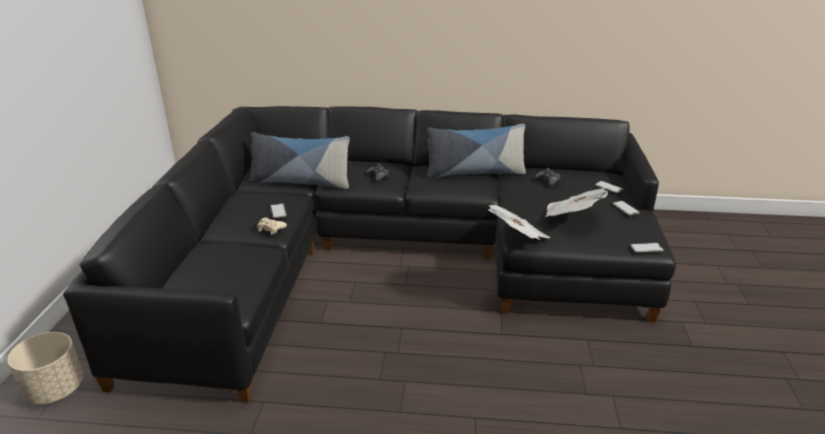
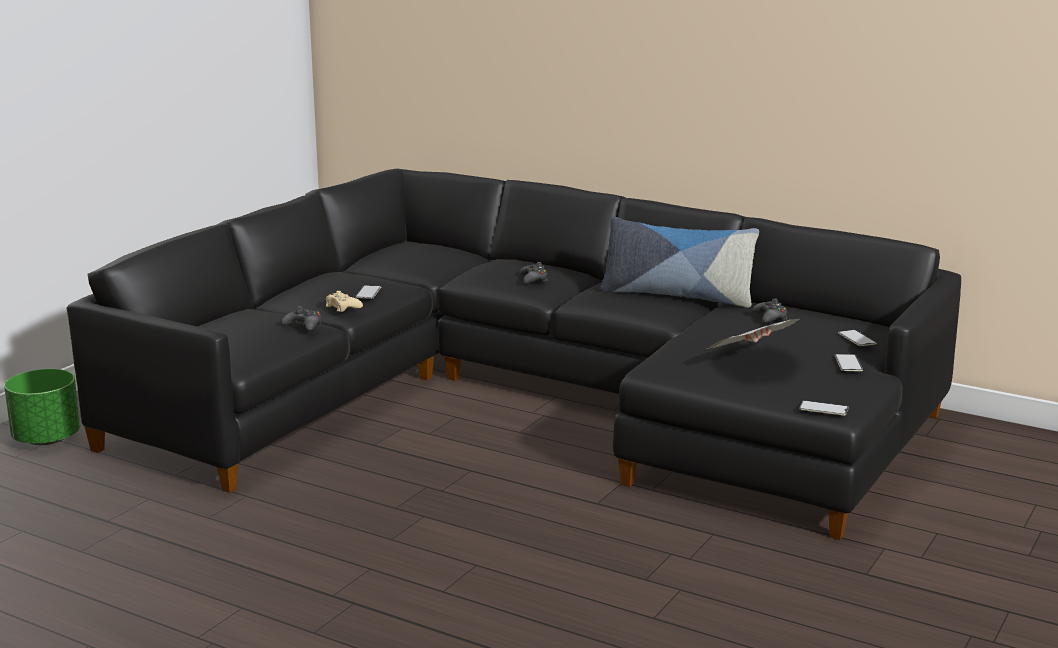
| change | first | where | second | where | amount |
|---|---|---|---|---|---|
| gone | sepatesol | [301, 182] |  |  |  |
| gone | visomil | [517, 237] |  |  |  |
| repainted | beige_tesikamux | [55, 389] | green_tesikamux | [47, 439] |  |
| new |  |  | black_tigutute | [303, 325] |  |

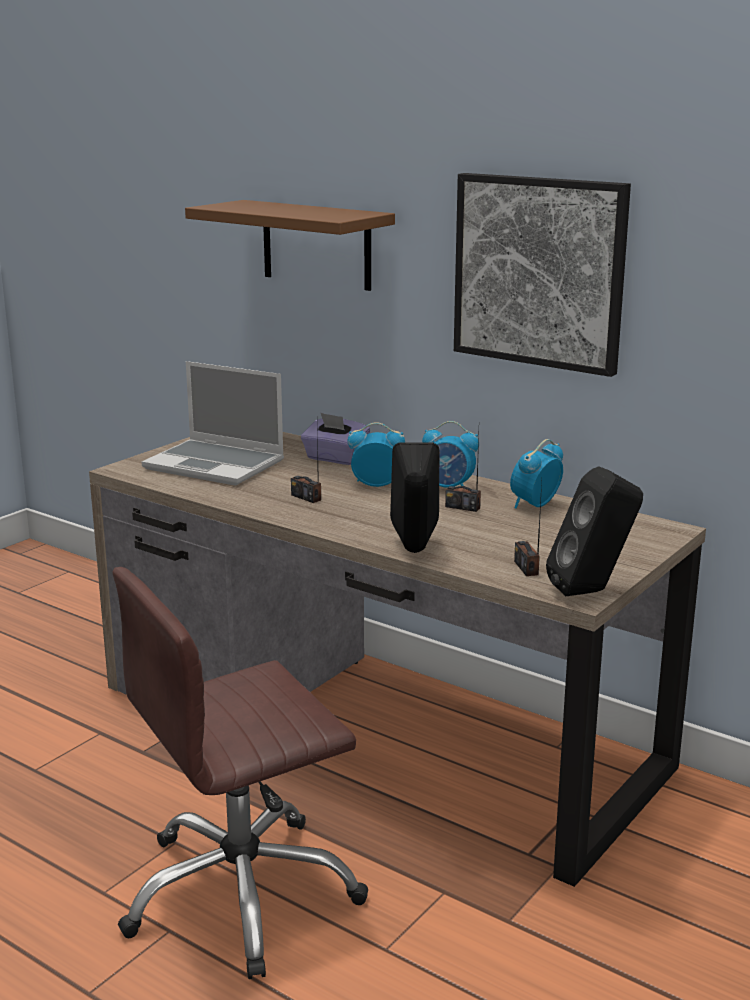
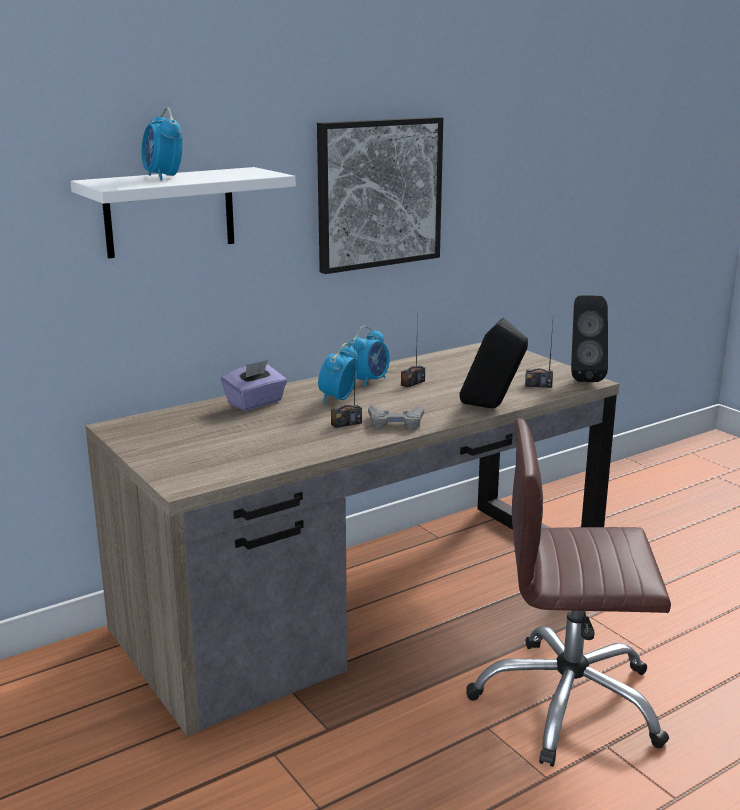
| change | first | where | second | where | amount |
|---|---|---|---|---|---|
| repainted | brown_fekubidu | [316, 245] | white_fekubidu | [170, 212] |  |
| gone | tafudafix | [216, 465] |  |  |  |
| shifted | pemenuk | [534, 505] |  | [163, 177] |  |
| rotated | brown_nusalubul | [242, 893] |  | [568, 702] | 105 degrees clockwise |
| new |  |  | grey_tigutute | [395, 422] |  |

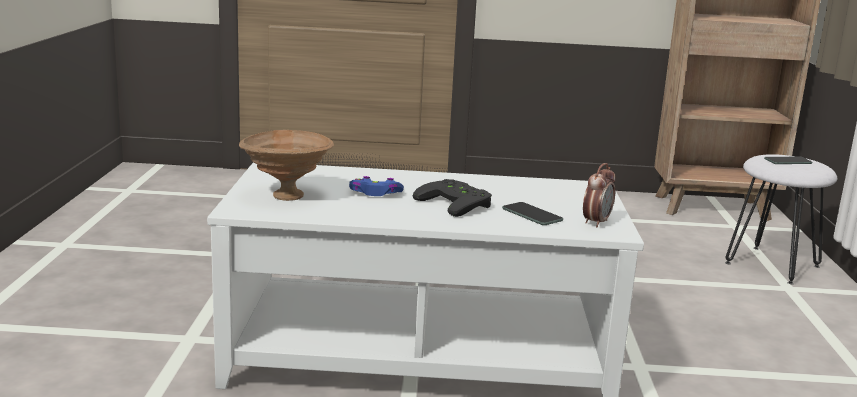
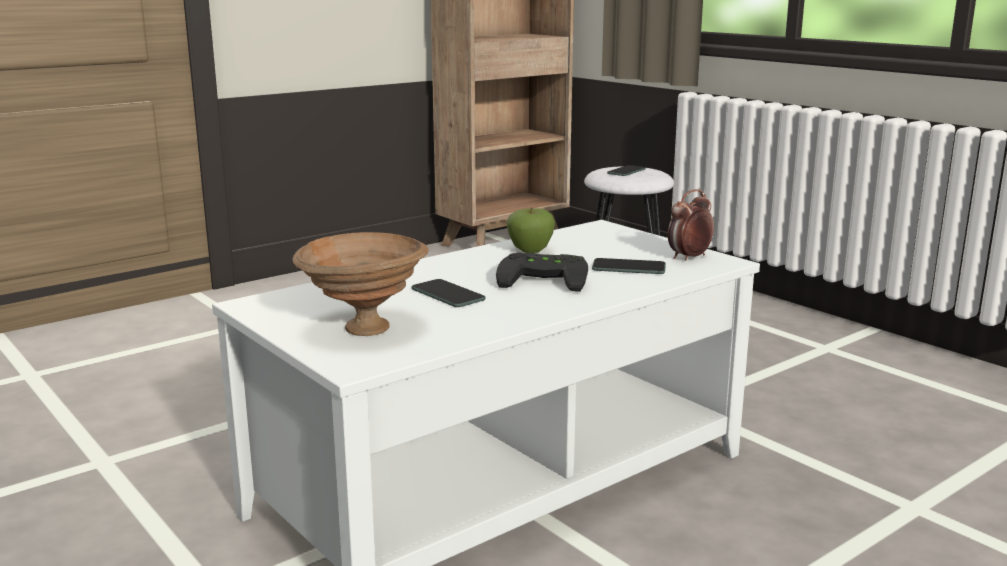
| change | first | where | second | where | amount |
|---|---|---|---|---|---|
| rotated | pemenuk | [596, 222] |  | [689, 257] | 120 degrees counterclockwise |
| swapped | blue_tigutute | [375, 193] | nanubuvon | [447, 294] |  |
| new |  |  | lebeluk | [530, 251] |  |

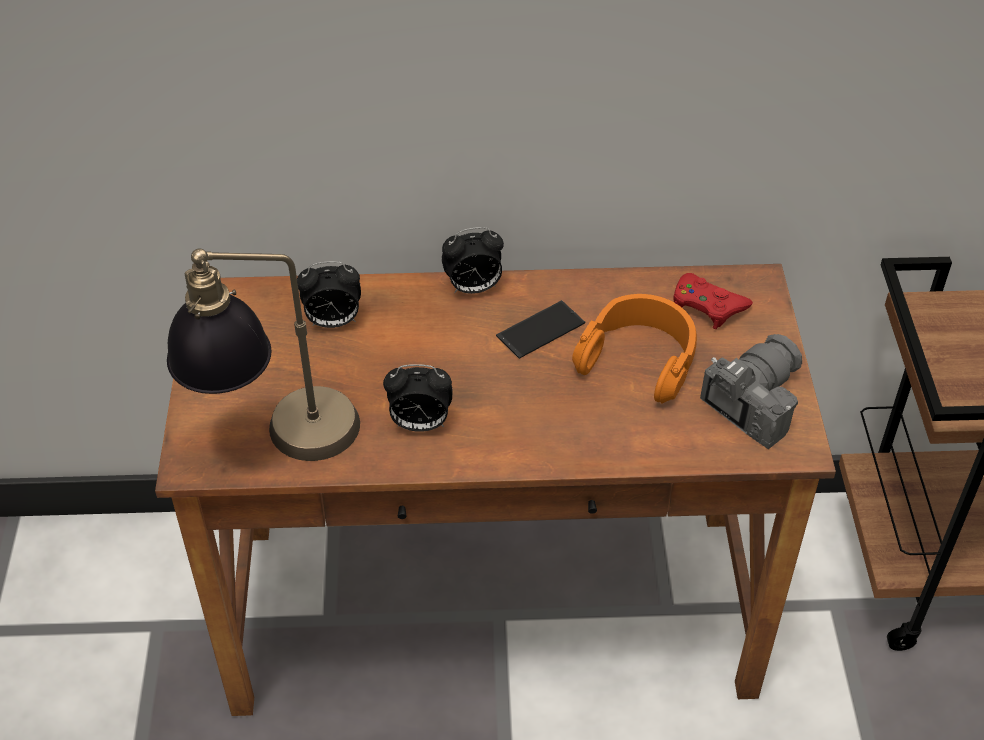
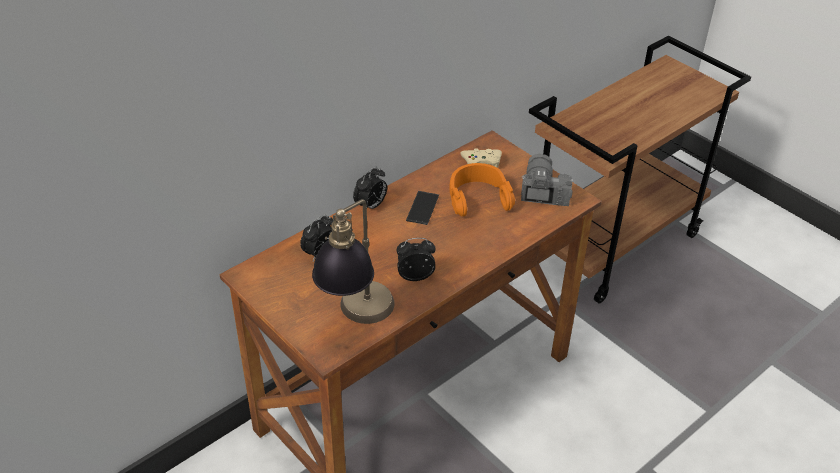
| change | first | where | second | where | amount |
|---|---|---|---|---|---|
| repainted | red_tigutute | [707, 305] | beige_tigutute | [481, 162] |  |
| rotated | pemenuk | [419, 424] |  | [415, 276] | 150 degrees counterclockwise |

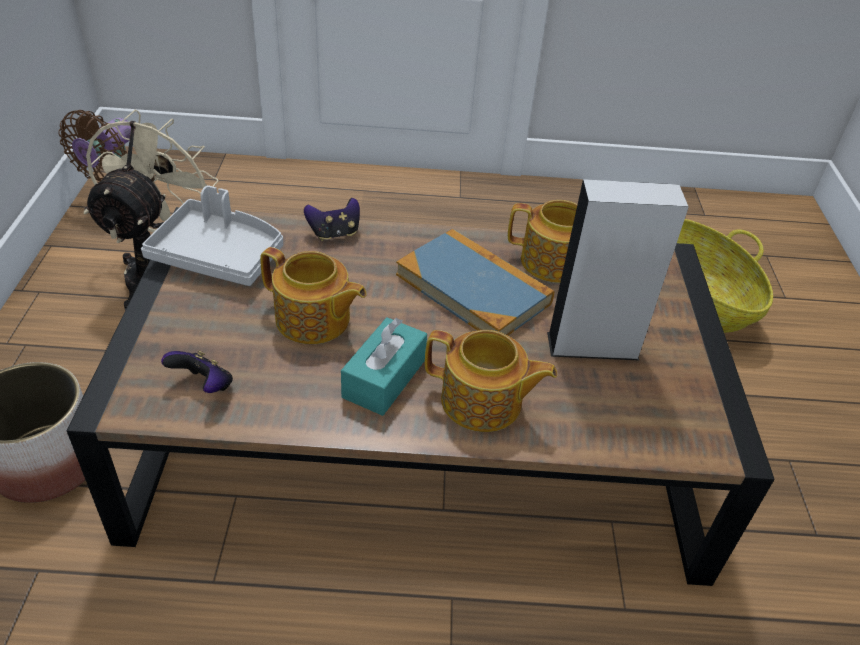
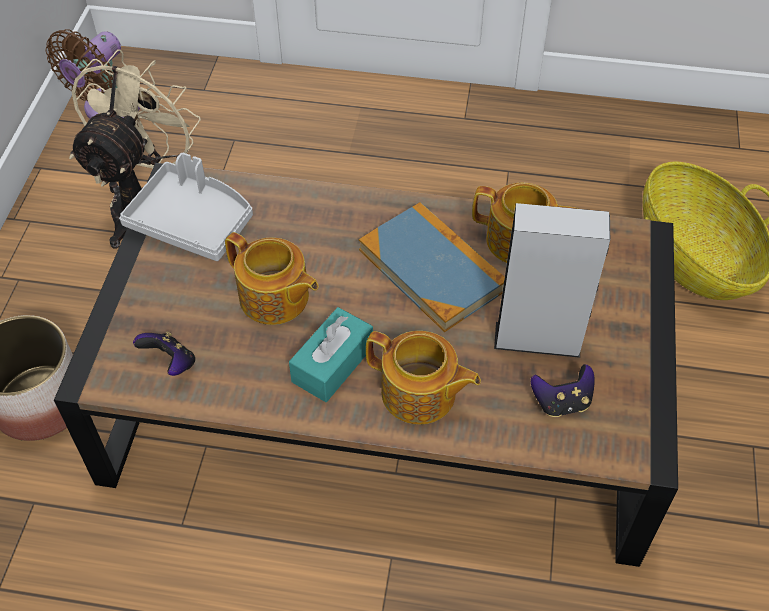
| change | first | where | second | where | amount |
|---|---|---|---|---|---|
| shifted | tigutute | [334, 233] |  | [561, 402] |  |

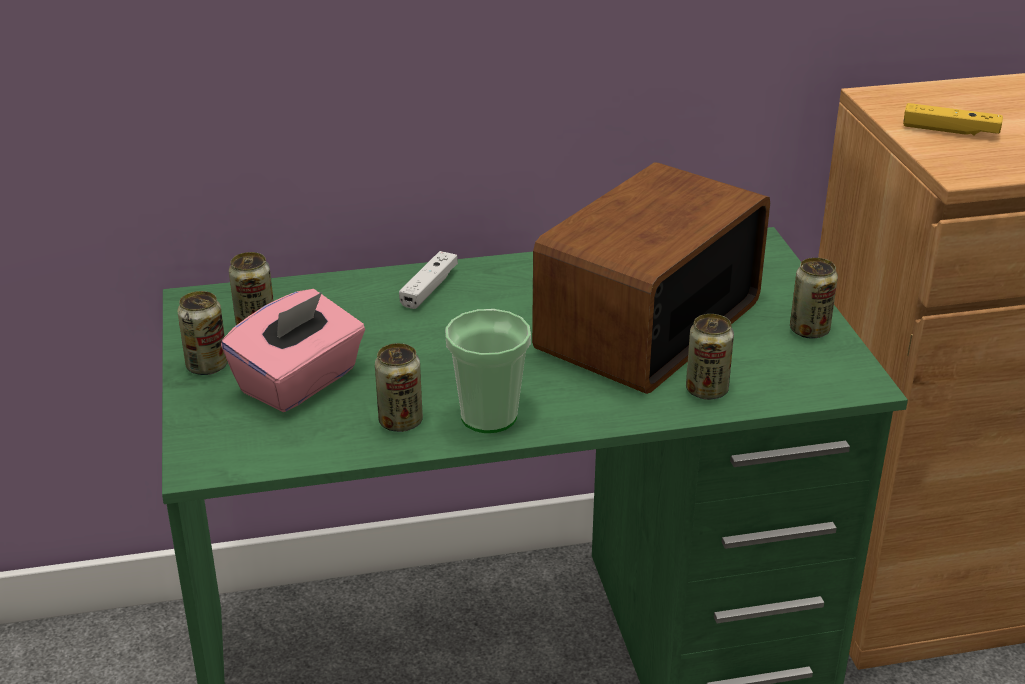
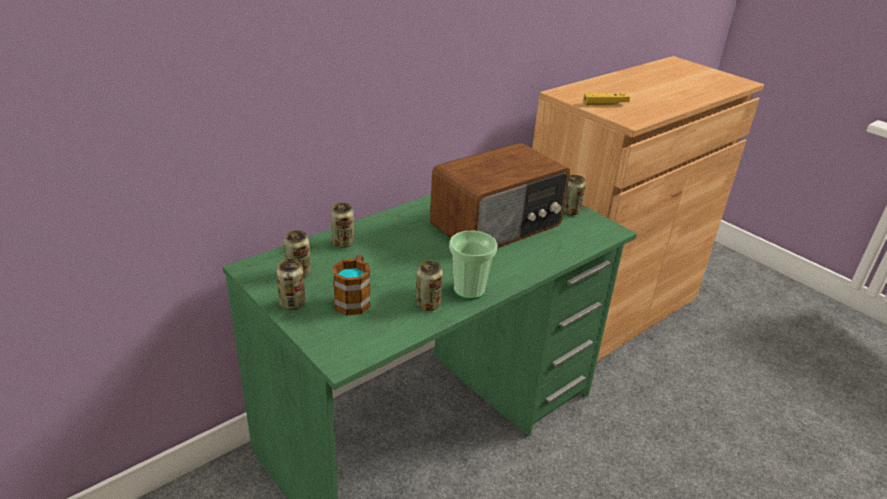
| change | first | where | second | where | amount |
|---|---|---|---|---|---|
| rotated | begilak | [644, 324] |  | [498, 225] | 135 degrees counterclockwise |
| gone | white_tigutute | [429, 288] |  |  |  |
| swapped | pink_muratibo | [299, 382] | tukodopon | [354, 298] |  |
| shifted | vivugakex | [706, 390] |  | [343, 243] |  |

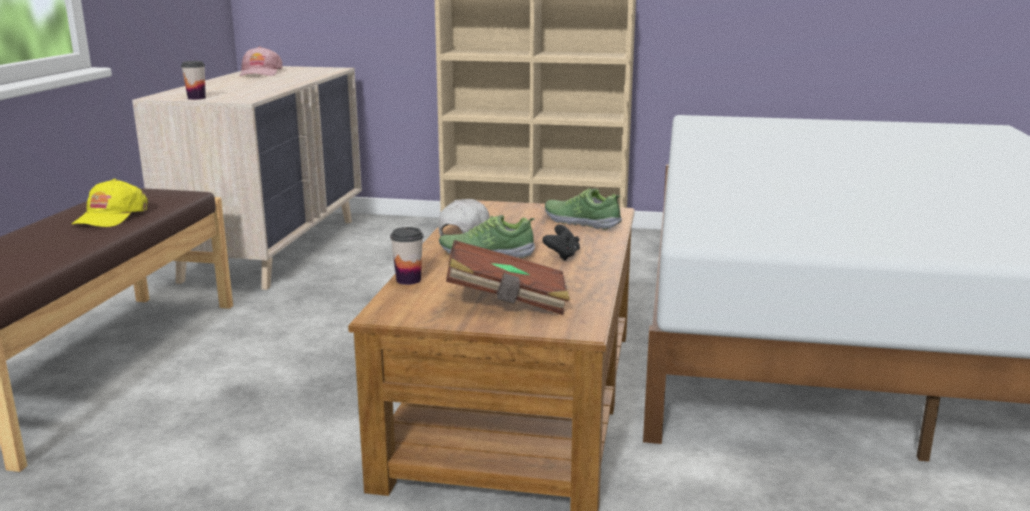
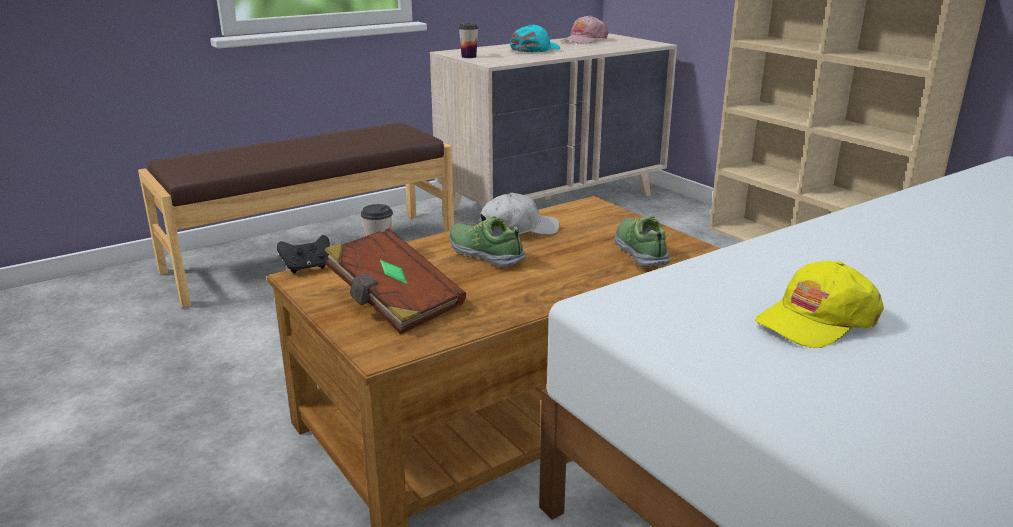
| change | first | where | second | where | amount |
|---|---|---|---|---|---|
| shifted | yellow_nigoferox | [110, 217] |  | [816, 320] |  |
| shifted | black_tigutute | [562, 256] |  | [307, 268] |  |
| new |  |  | turquoise_nigoferox | [535, 49] |  |

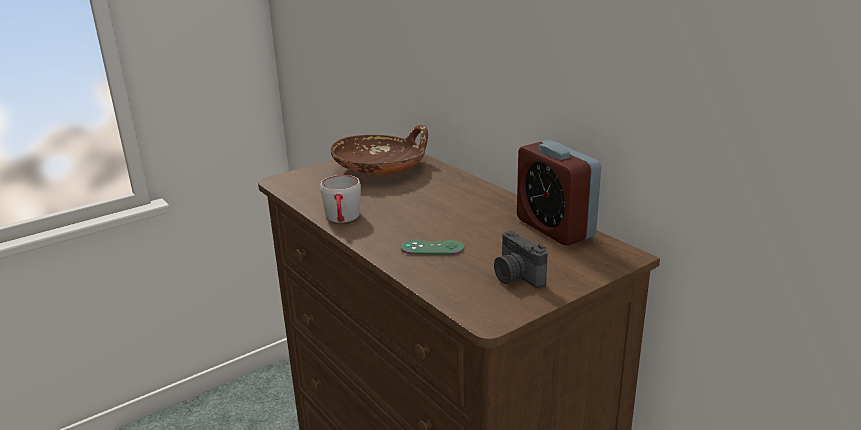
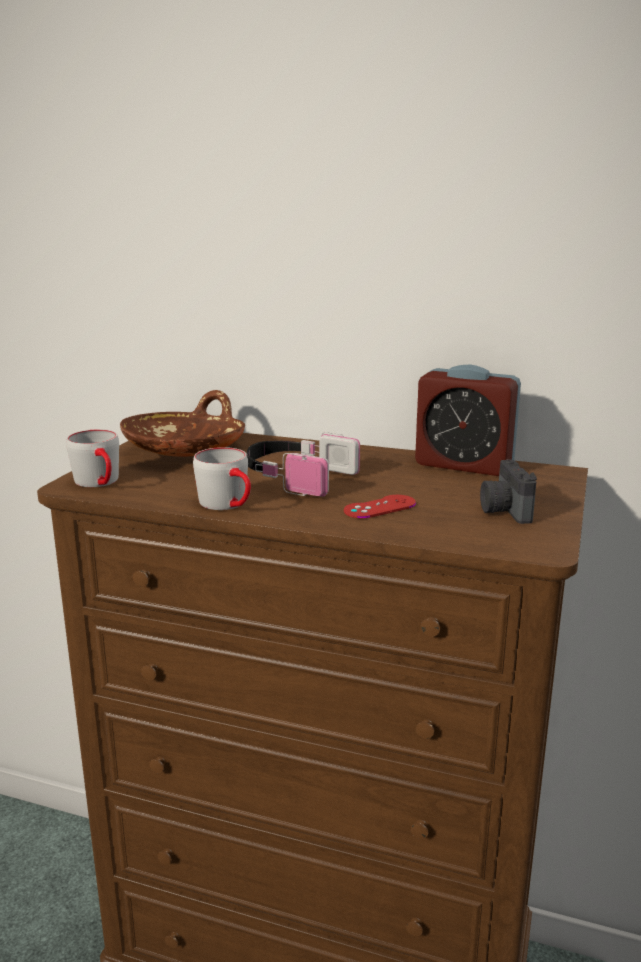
| change | first | where | second | where | amount |
|---|---|---|---|---|---|
| rotated | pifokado | [516, 277] |  | [504, 510] | 60 degrees clockwise |
| repainted | green_tigutute | [432, 248] | red_tigutute | [380, 507] |  |
| new |  |  | grey_tukodopon | [100, 483] |  |
| new |  |  | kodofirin | [297, 478] |  |

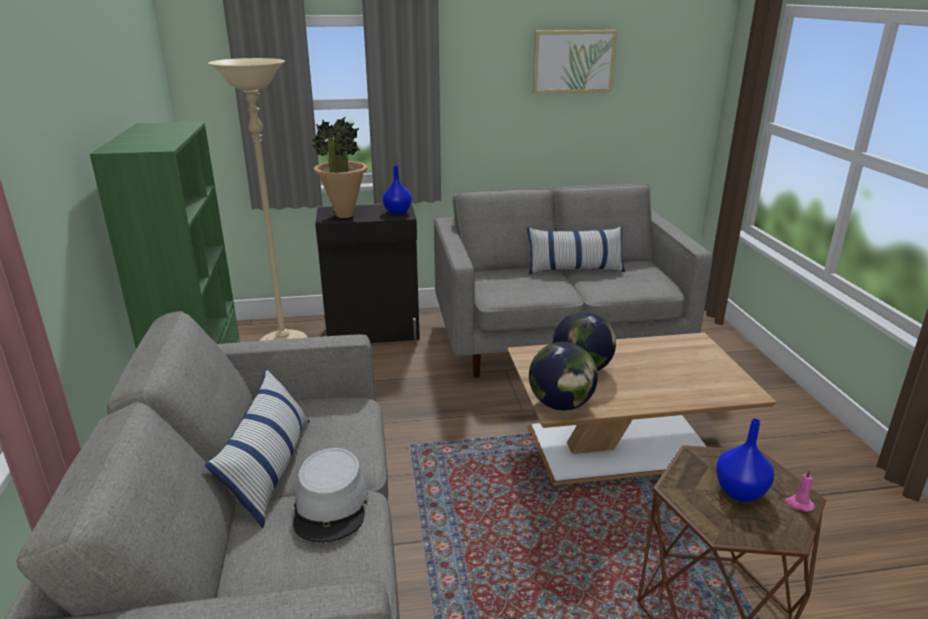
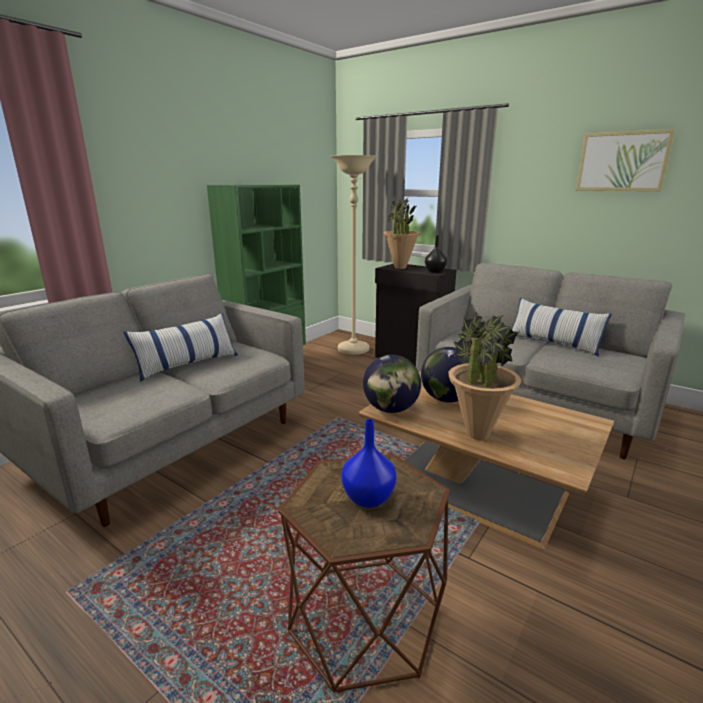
| change | first | where | second | where | amount |
|---|---|---|---|---|---|
| repainted | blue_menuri | [397, 212] | black_menuri | [434, 271] |  |
| gone | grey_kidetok | [331, 506] |  |  |  |
| gone | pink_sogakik | [798, 504] |  |  |  |
| new |  |  | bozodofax | [477, 434] |  |

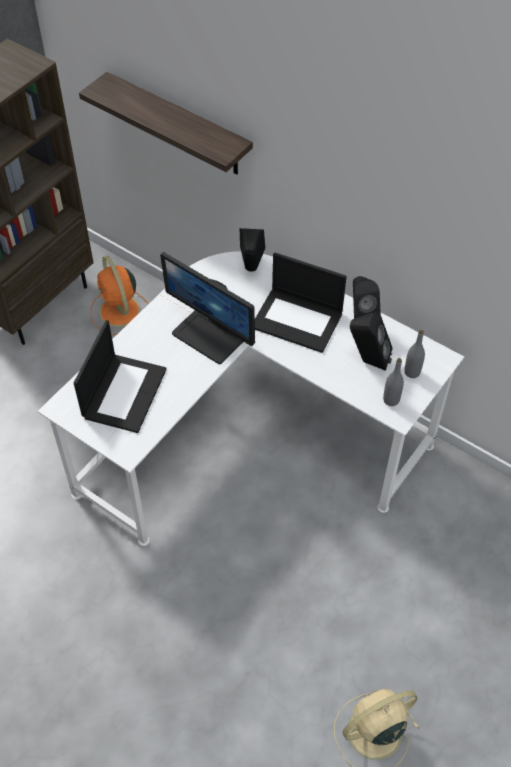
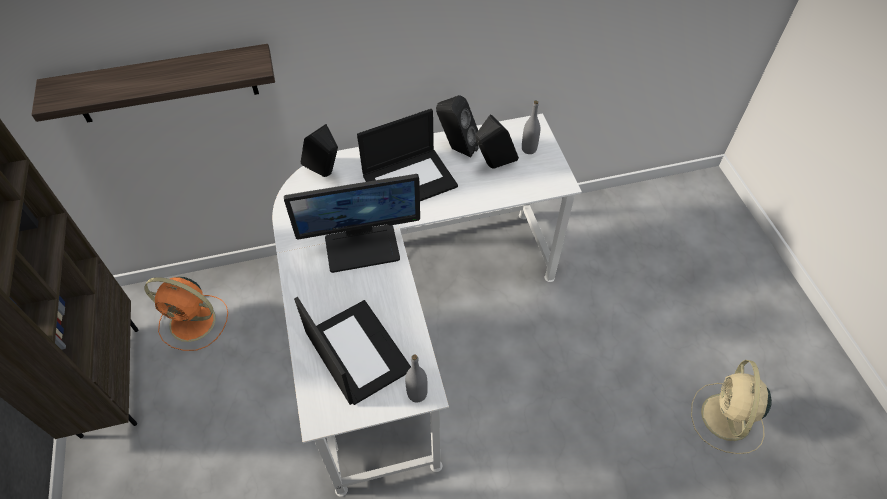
| change | first | where | second | where | amount |
|---|---|---|---|---|---|
| shifted | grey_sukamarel | [391, 400] |  | [417, 393] |  |

